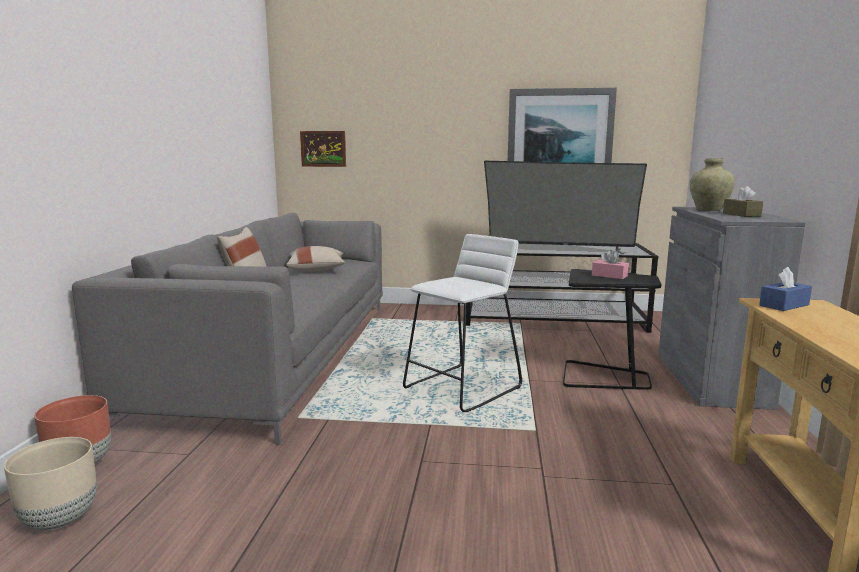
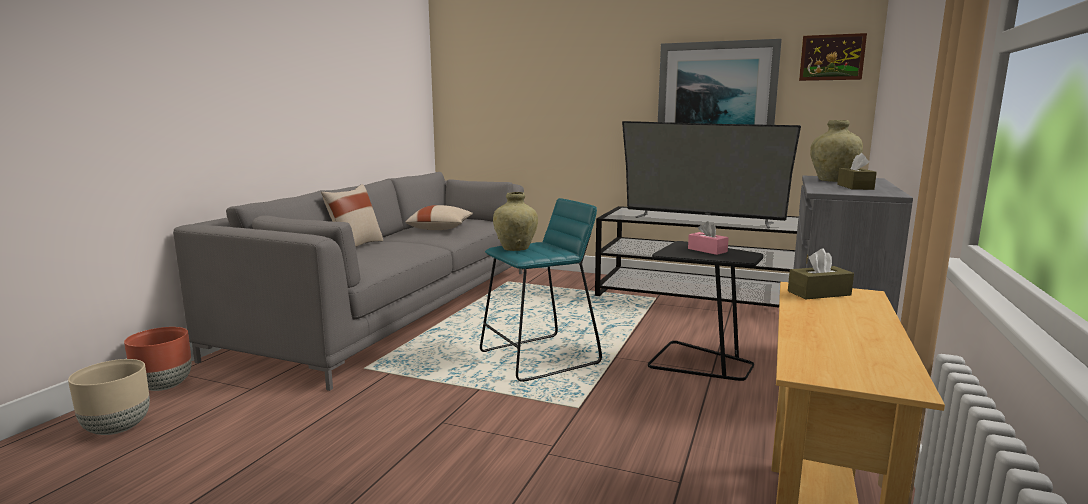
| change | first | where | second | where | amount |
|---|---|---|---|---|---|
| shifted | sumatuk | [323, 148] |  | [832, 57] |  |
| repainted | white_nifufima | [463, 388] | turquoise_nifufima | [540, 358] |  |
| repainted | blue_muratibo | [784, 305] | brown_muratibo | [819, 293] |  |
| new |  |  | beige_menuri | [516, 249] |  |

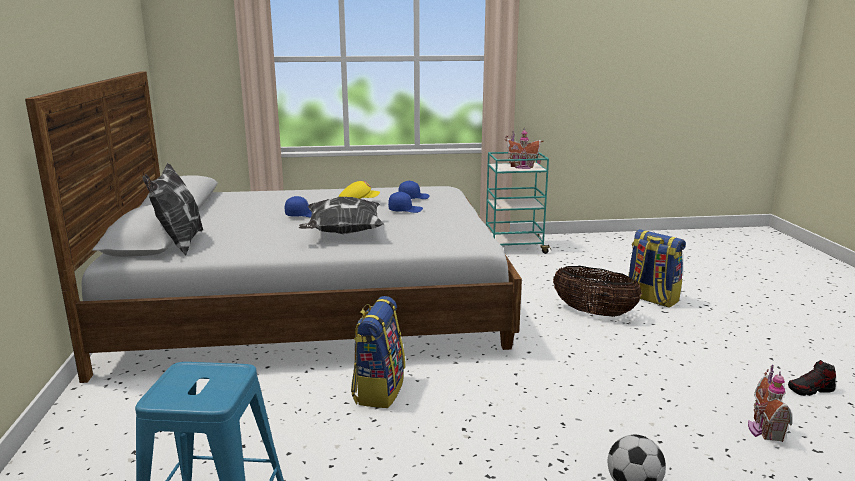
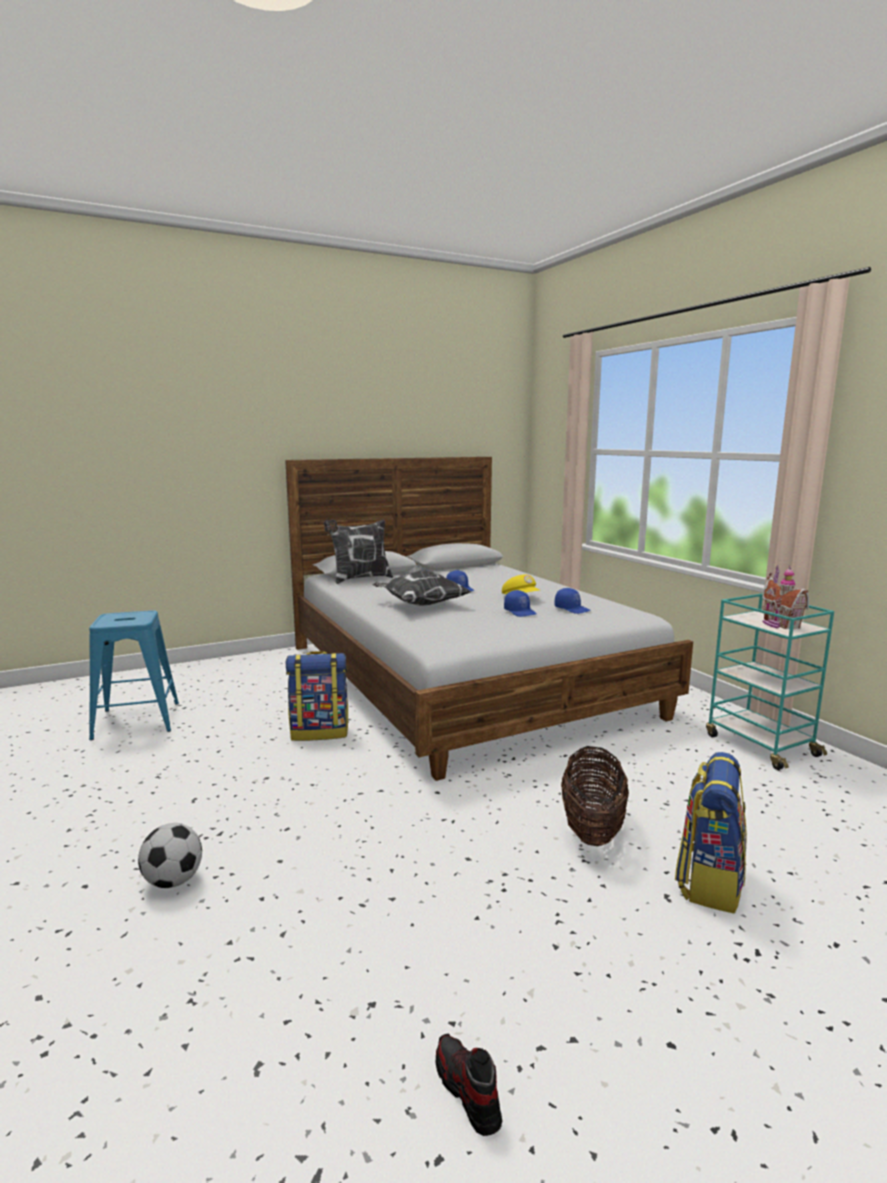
| change | first | where | second | where | amount |
|---|---|---|---|---|---|
| gone | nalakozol | [763, 429] |  |  |  |

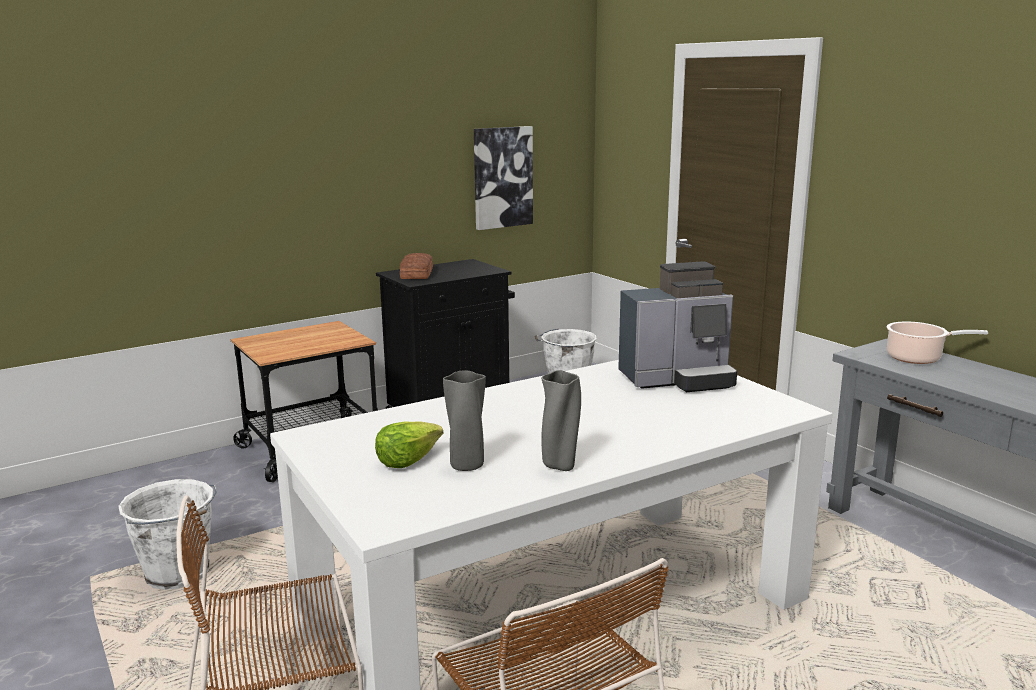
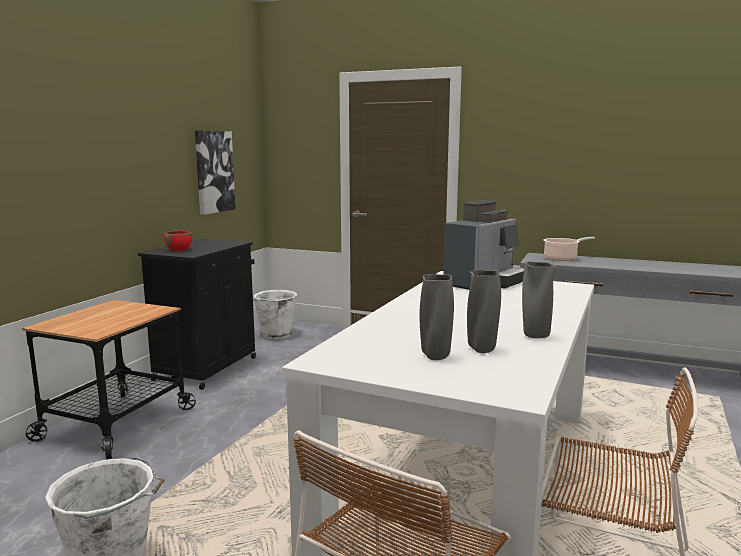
| change | first | where | second | where | amount |
|---|---|---|---|---|---|
| swapped | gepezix | [418, 273] | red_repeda | [179, 250] |  |
| swapped | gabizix | [407, 460] | grey_menuri | [435, 356] |  |

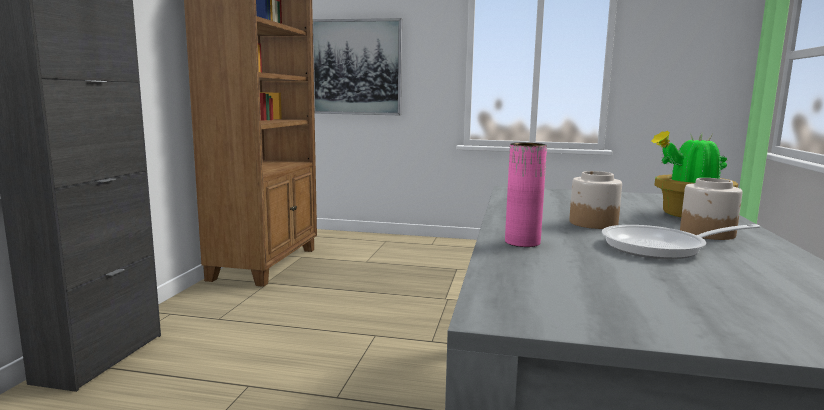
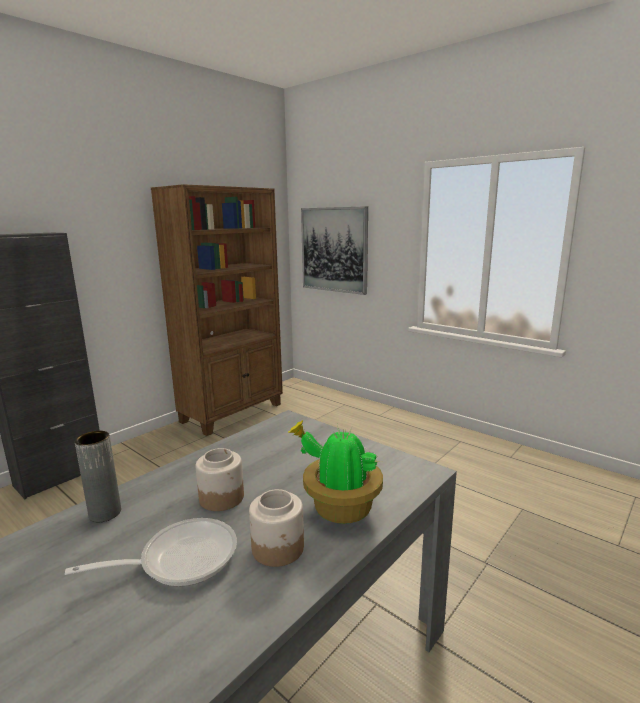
| change | first | where | second | where | amount |
|---|---|---|---|---|---|
| repainted | pink_menuri | [522, 242] | grey_menuri | [105, 513] |  |
| rotated | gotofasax | [661, 248] |  | [180, 559] | 135 degrees clockwise |

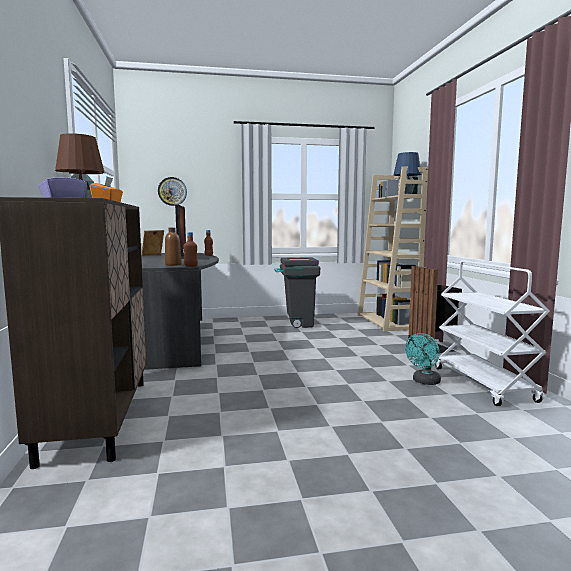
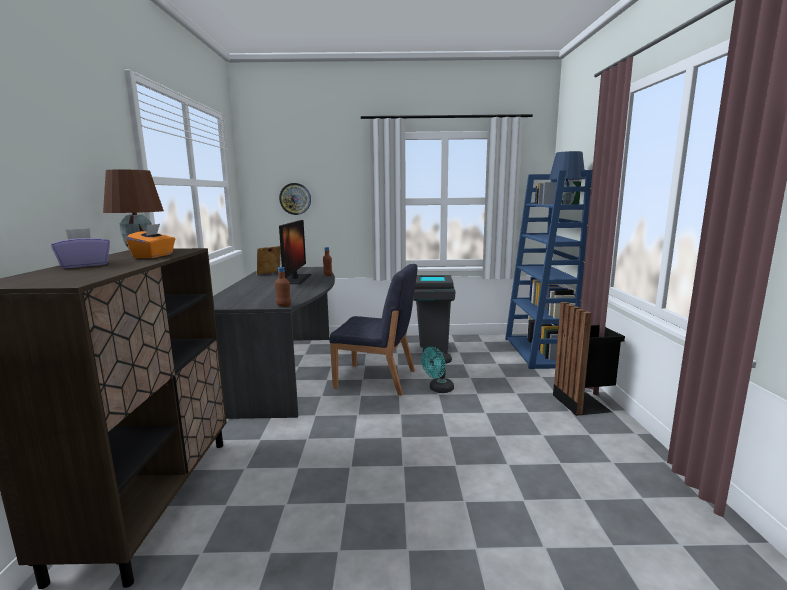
| change | first | where | second | where | amount |
|---|---|---|---|---|---|
| repainted | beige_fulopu | [388, 322] | blue_fulopu | [538, 352] |  |
| gone | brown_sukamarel | [173, 264] |  |  |  |
| gone | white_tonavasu | [484, 384] |  |  |  |
| shifted | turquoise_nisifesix | [424, 382] |  | [438, 389] |  |
| new |  |  | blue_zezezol | [376, 379] |  |

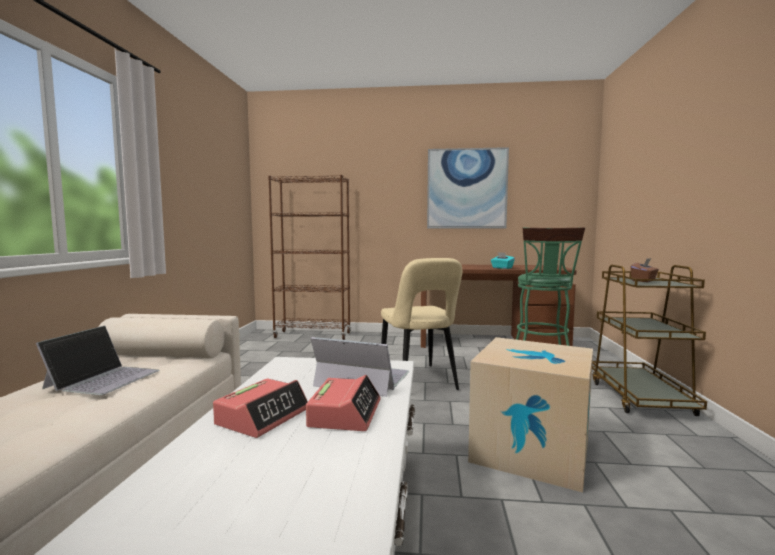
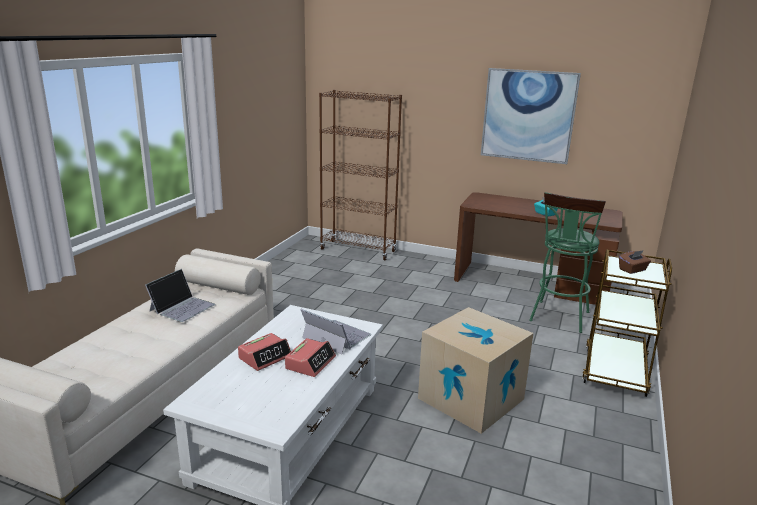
| change | first | where | second | where | amount |
|---|---|---|---|---|---|
| gone | beige_zezezol | [419, 382] |  |  |  |

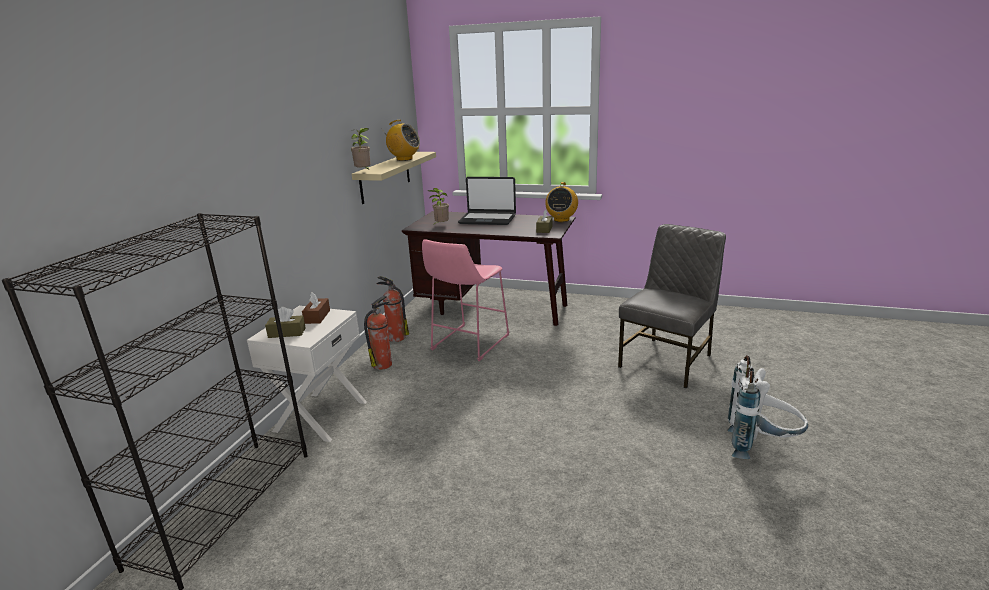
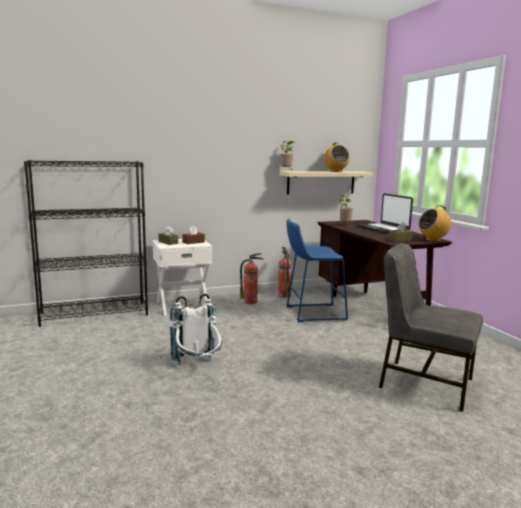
| change | first | where | second | where | amount |
|---|---|---|---|---|---|
| rotated | grey_zezezol | [667, 361] |  | [424, 383] | 150 degrees counterclockwise |
| repainted | pink_nifufima | [468, 344] | blue_nifufima | [312, 313] |  |
| shifted | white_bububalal | [760, 447] |  | [198, 368] |  |

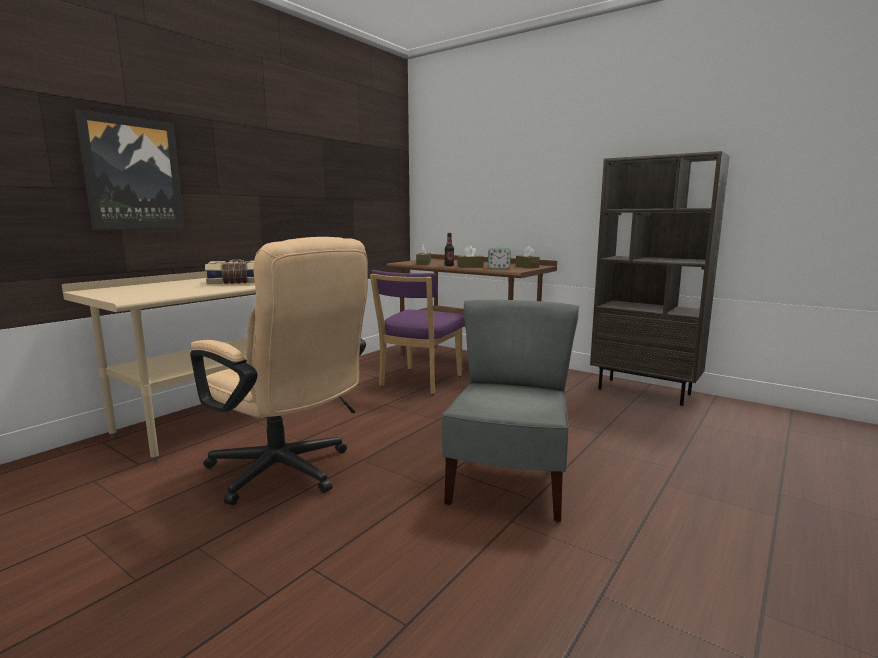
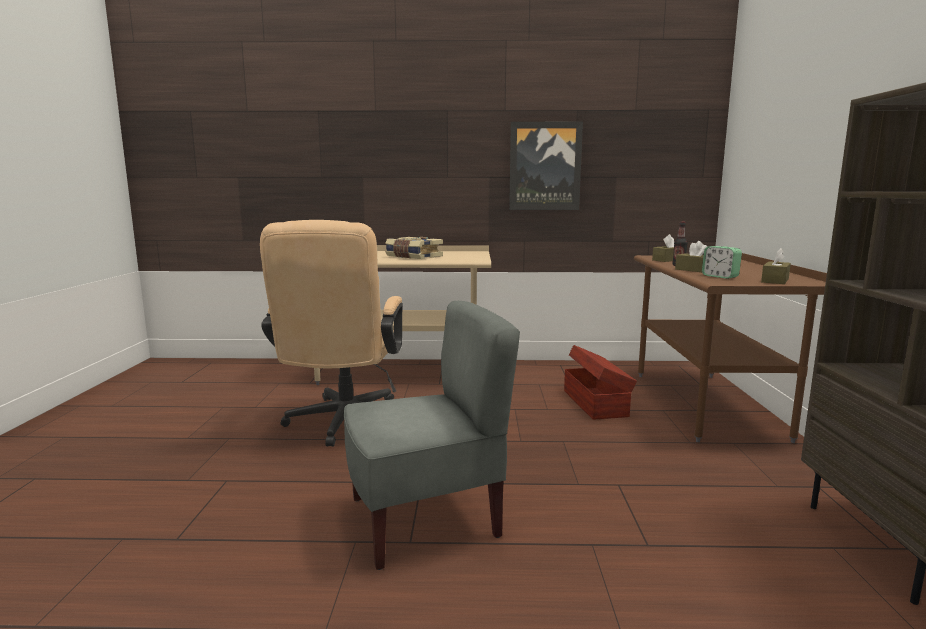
| change | first | where | second | where | amount |
|---|---|---|---|---|---|
| shifted | sumatuk | [133, 174] |  | [545, 166] |  |
| swapped | purple_zezezol | [418, 382] | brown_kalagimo | [595, 403] |  |

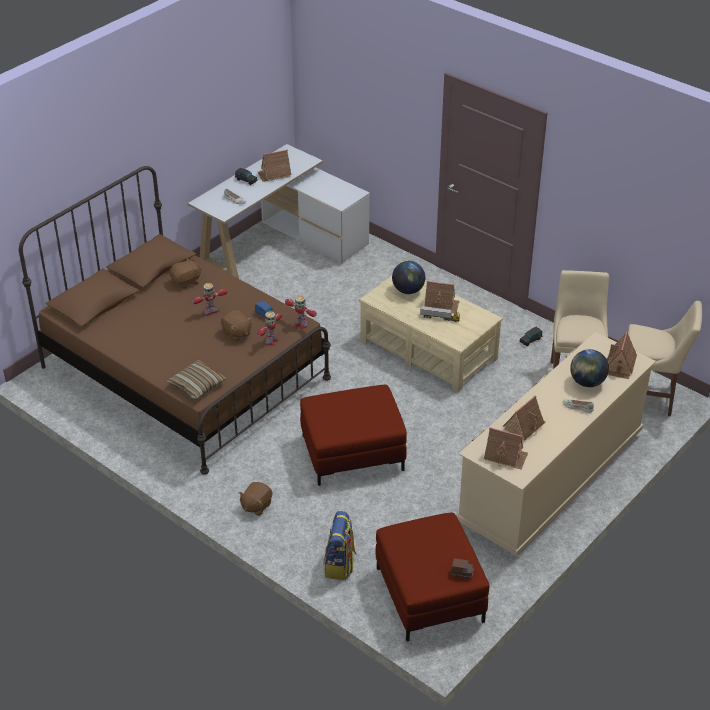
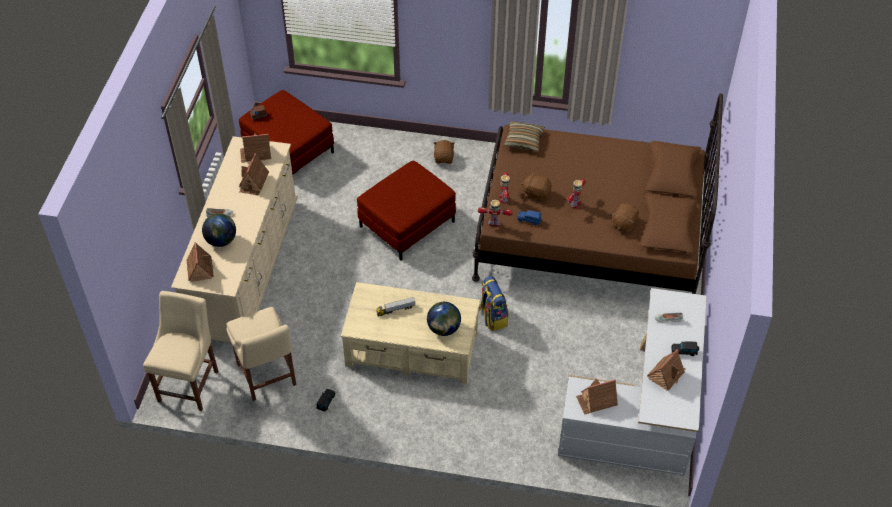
| change | first | where | second | where | amount |
|---|---|---|---|---|---|
| shifted | nalakozol | [441, 305] |  | [596, 400] |  |
| rotated | beige_zezezol | [650, 397] |  | [190, 383] | 120 degrees clockwise |
| shifted | bububalal | [340, 565] |  | [492, 317] |  |

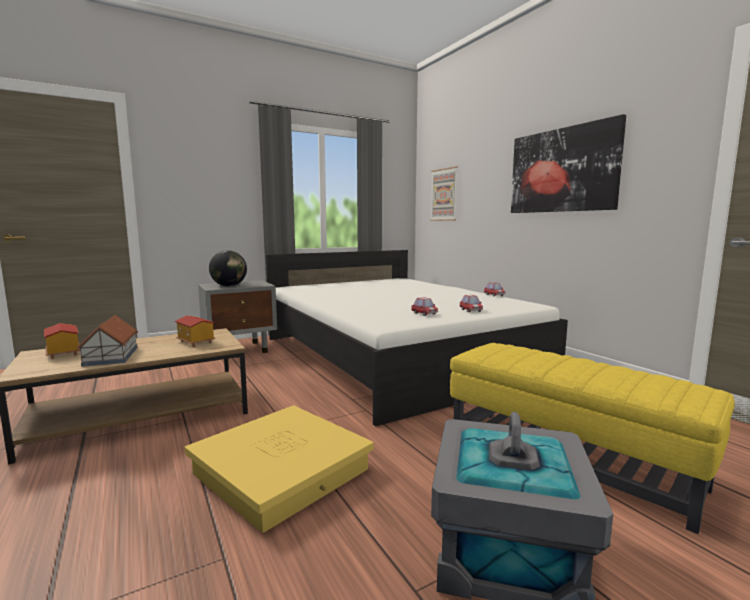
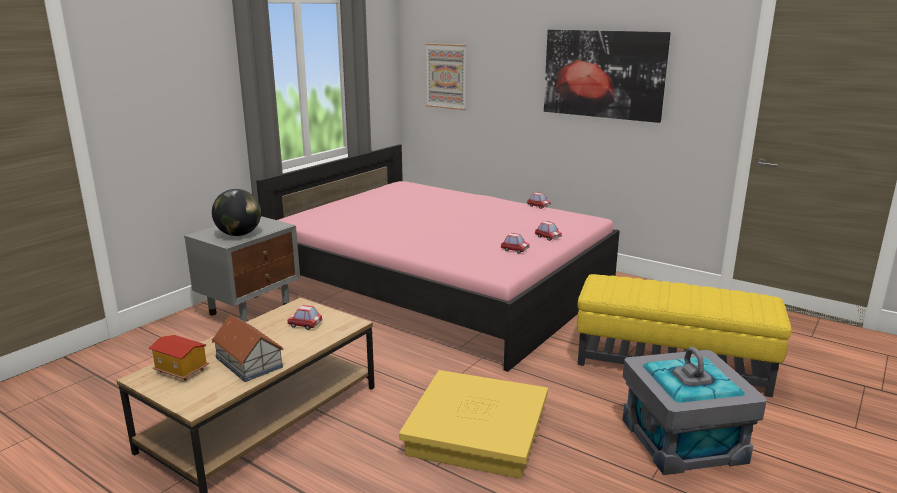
| change | first | where | second | where | amount |
|---|---|---|---|---|---|
| repainted | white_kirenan | [395, 355] | pink_kirenan | [441, 285] |  |
| swapped | nalakozol | [195, 342] | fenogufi | [305, 325] |  |

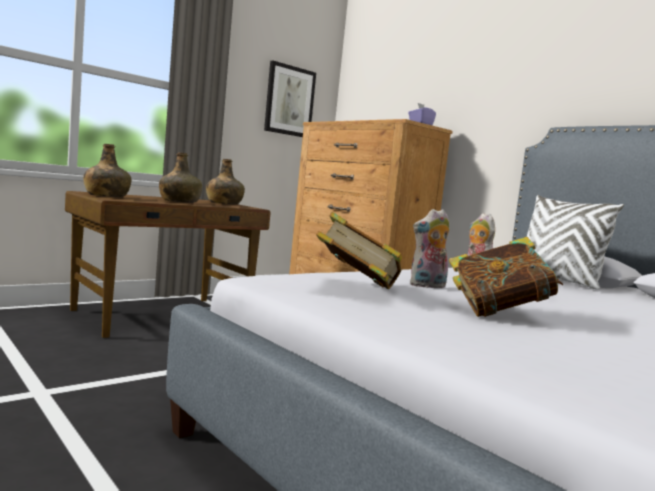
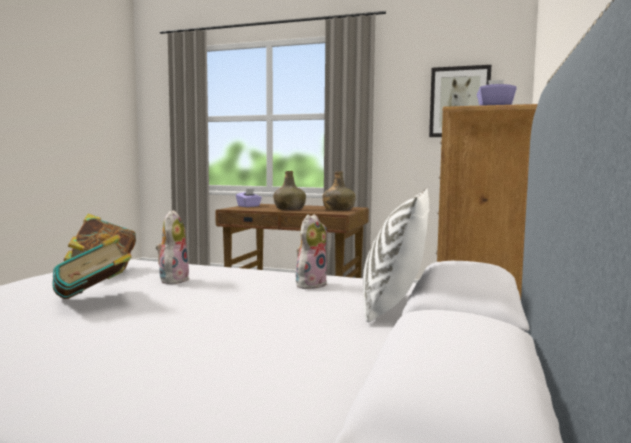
| change | first | where | second | where | amount |
|---|---|---|---|---|---|
| swapped | green_sukamarel | [106, 196] | purple_muratibo | [249, 206] |  |
| rotated | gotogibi | [427, 286] |  | [173, 280] | 60 degrees clockwise |

